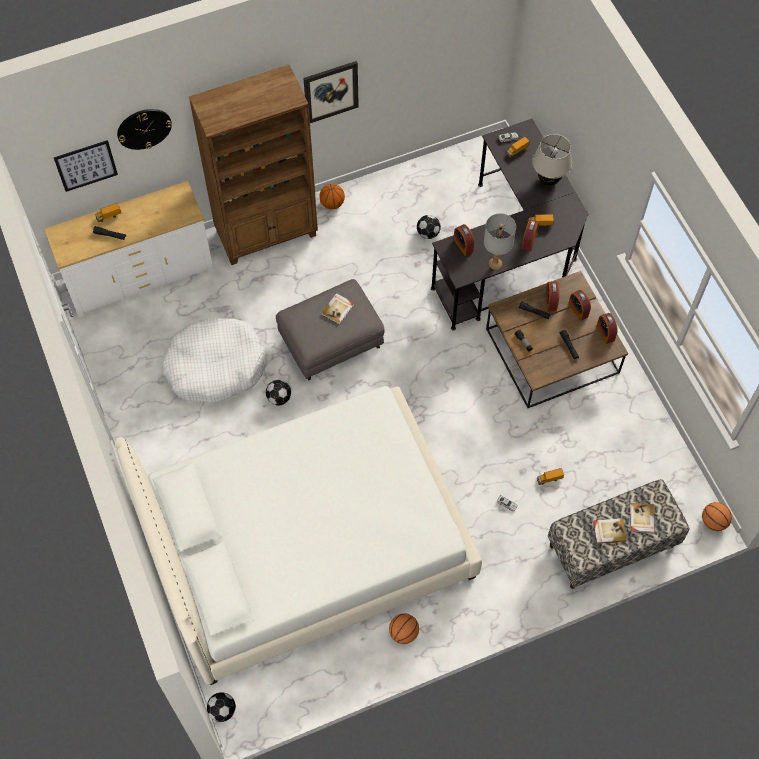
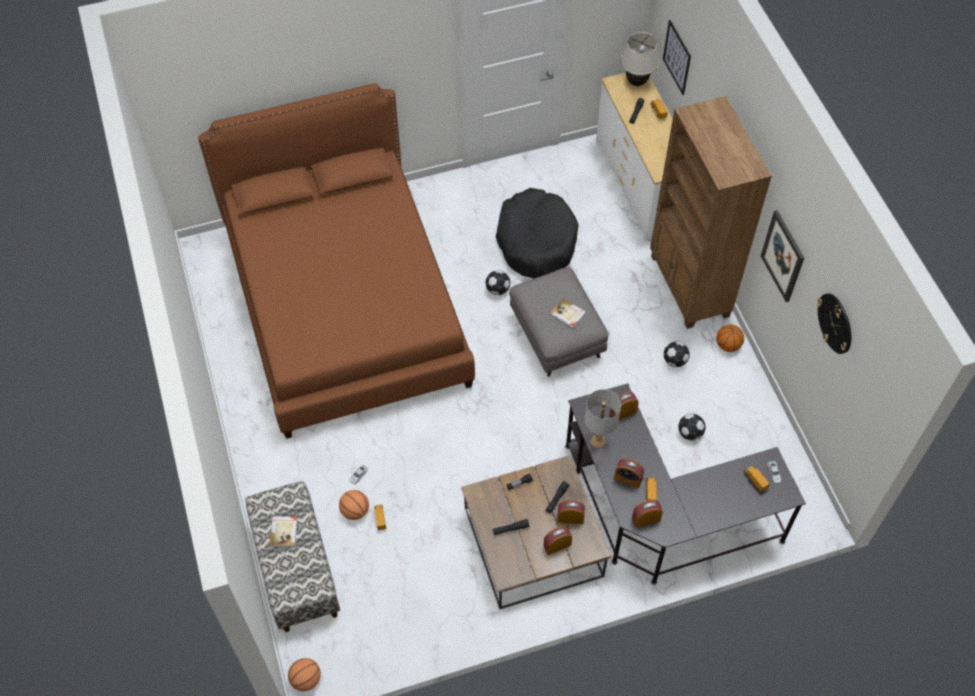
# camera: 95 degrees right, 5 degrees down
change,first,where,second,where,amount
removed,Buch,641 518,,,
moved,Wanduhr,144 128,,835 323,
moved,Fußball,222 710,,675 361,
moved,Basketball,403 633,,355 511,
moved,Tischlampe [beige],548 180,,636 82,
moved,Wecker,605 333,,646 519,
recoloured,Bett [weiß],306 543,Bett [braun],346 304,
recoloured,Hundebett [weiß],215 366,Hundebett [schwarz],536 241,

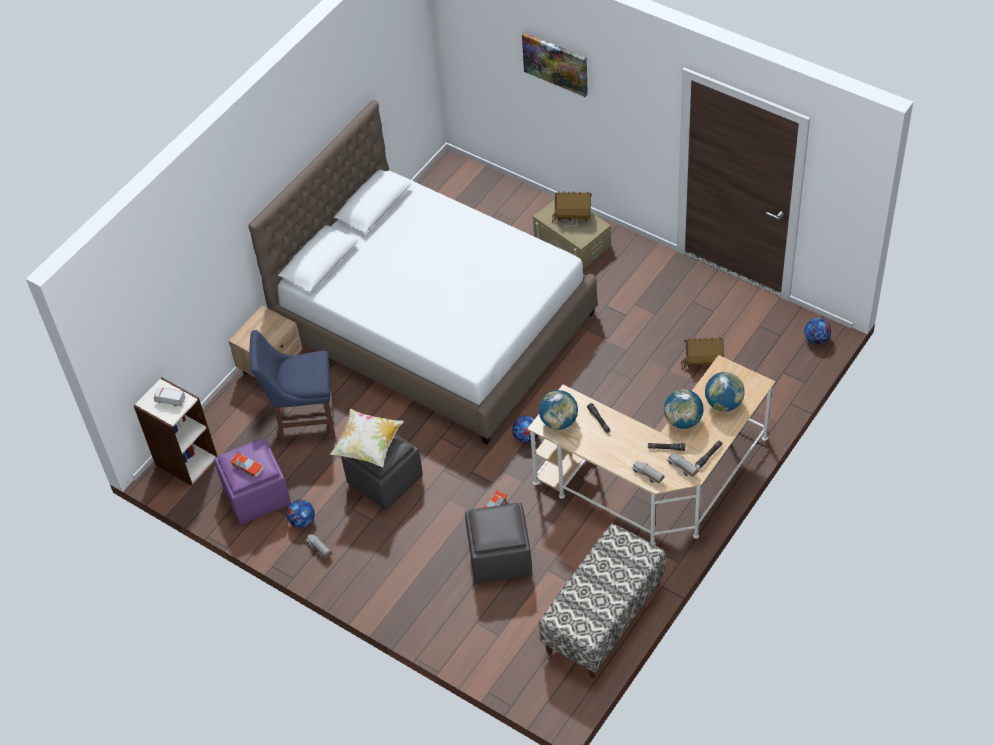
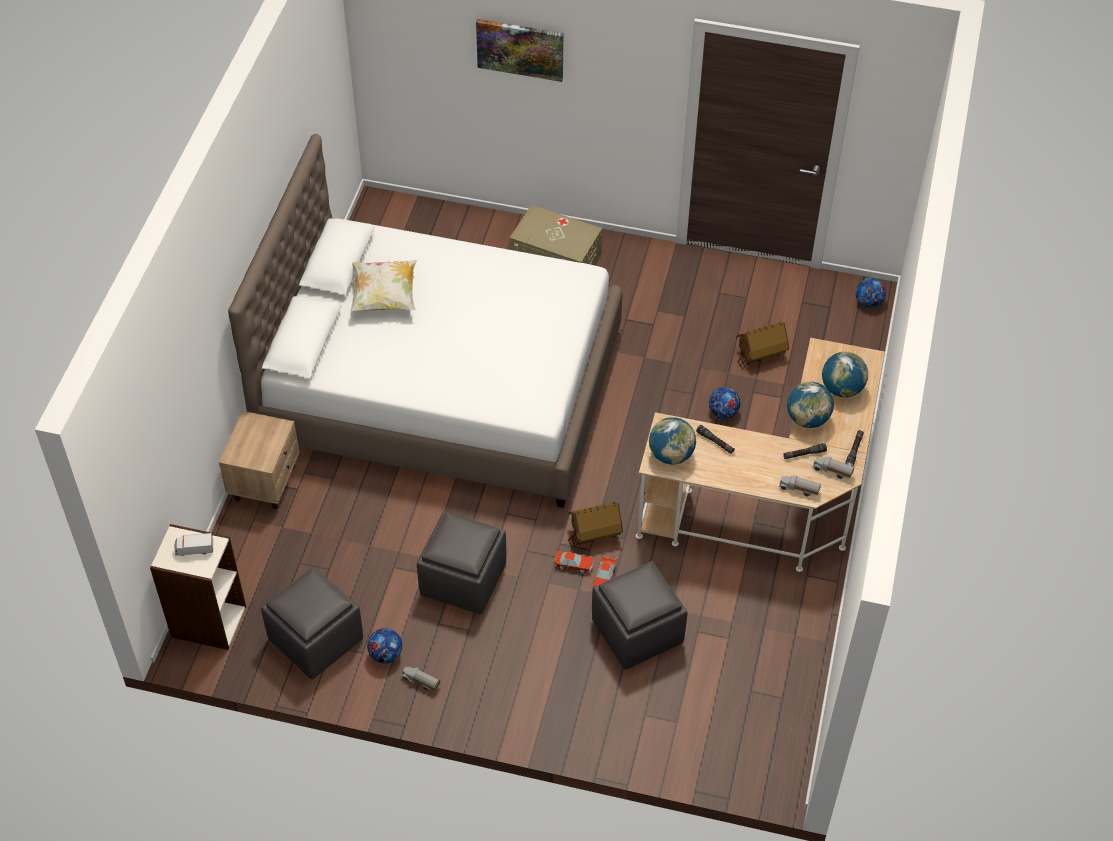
# camera: 25 degrees left, 0 degrees up
change,first,where,second,where,amount
removed,Stuhl [blau],304 420,,,
removed,Bank,603 618,,,
moved,Spielzeugauto,247 468,,574 565,
moved,Kissen,368 446,,384 297,
moved,Fußball,526 437,,723 412,
moved,Spielzeughaus,573 216,,594 534,
recoloured,Polsterhocker [lila],256 495,Polsterhocker [grau],314 639,

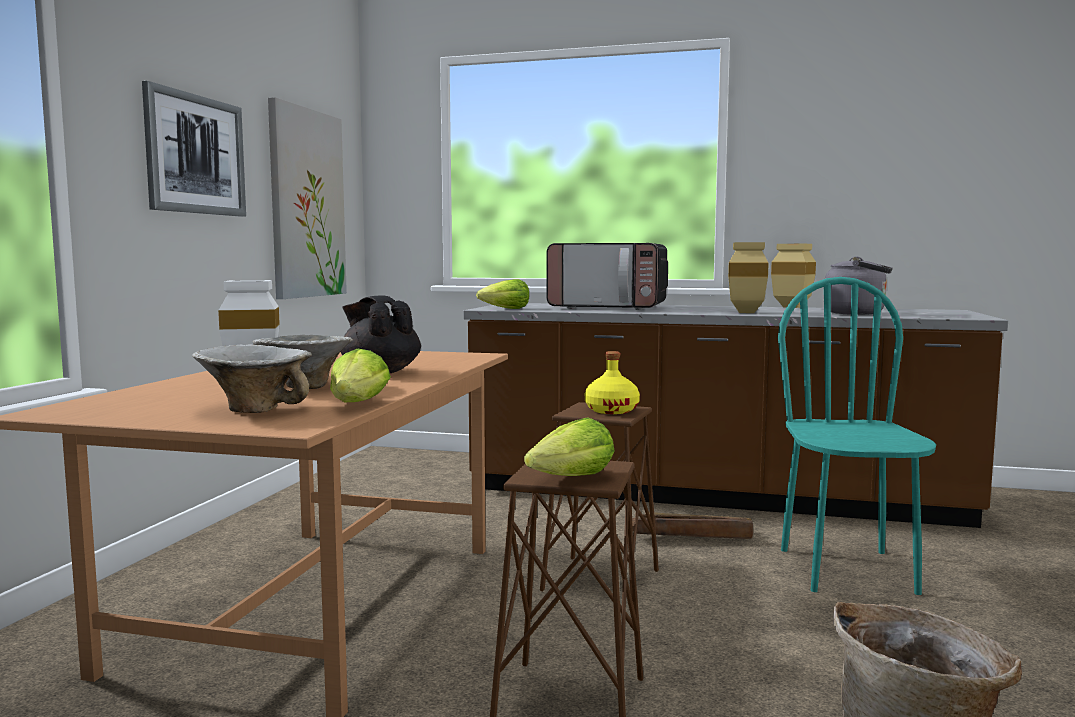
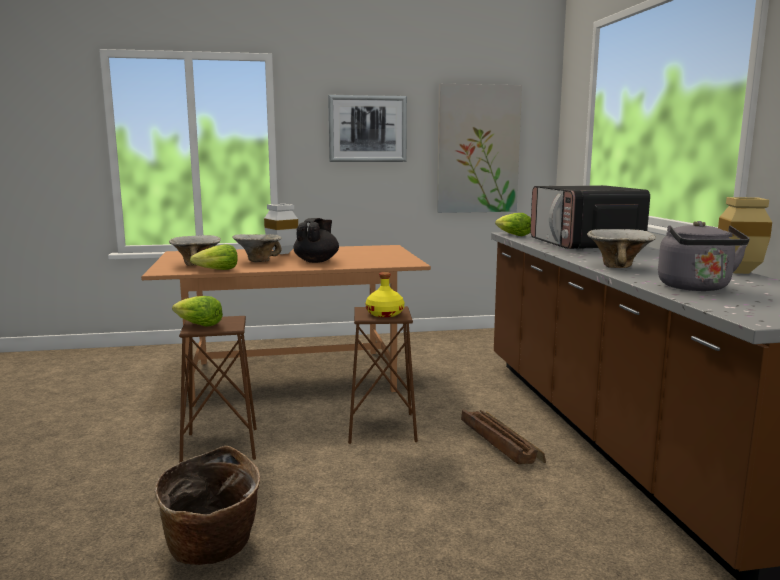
# camera: 65 degrees right, 5 degrees up
change,first,where,second,where,amount
removed,Stuhl [türkis],848 570,,,
replaced,Vase [beige],748 312,Schüssel,619 266,

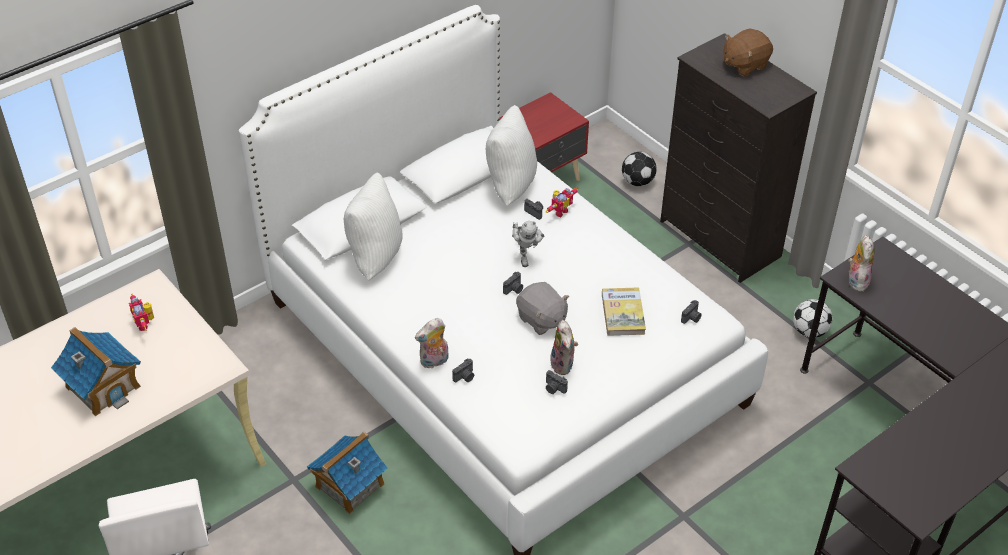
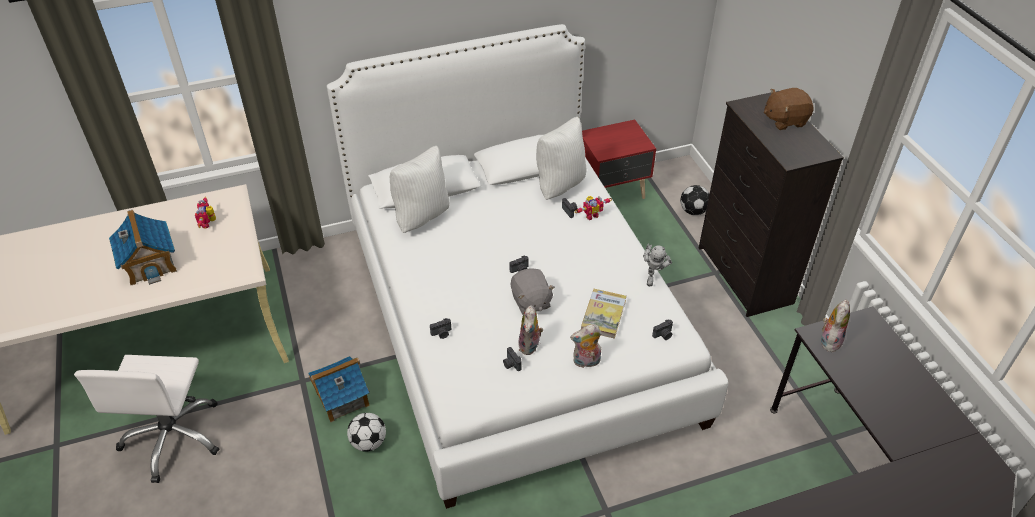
# camera: 20 degrees right, 0 degrees up
change,first,where,second,where,amount
moved,Plüschtier,434 362,,586 362,
moved,Spielzeugroboter,525 256,,653 276,
moved,Fußball,809 331,,368 442,

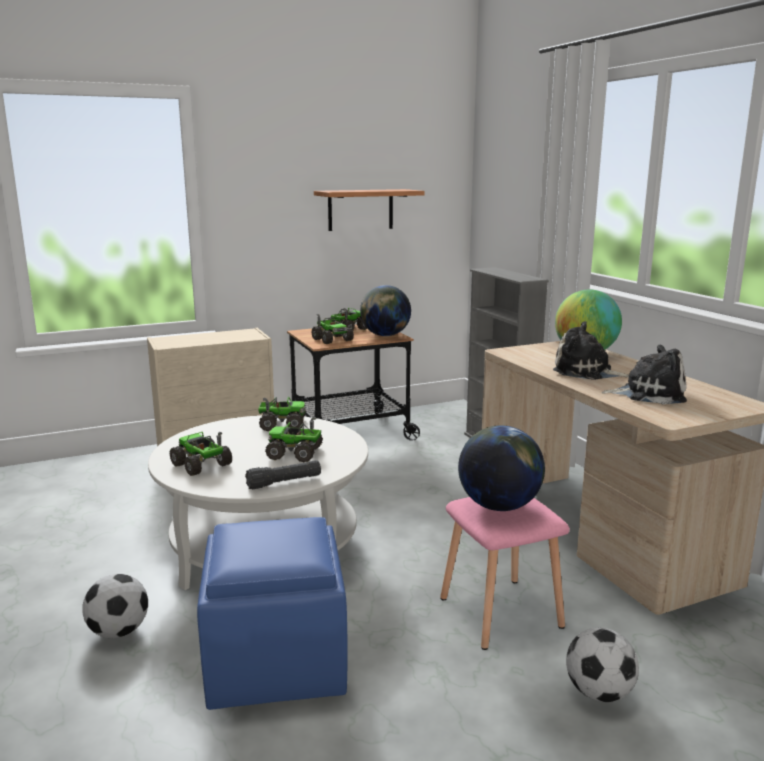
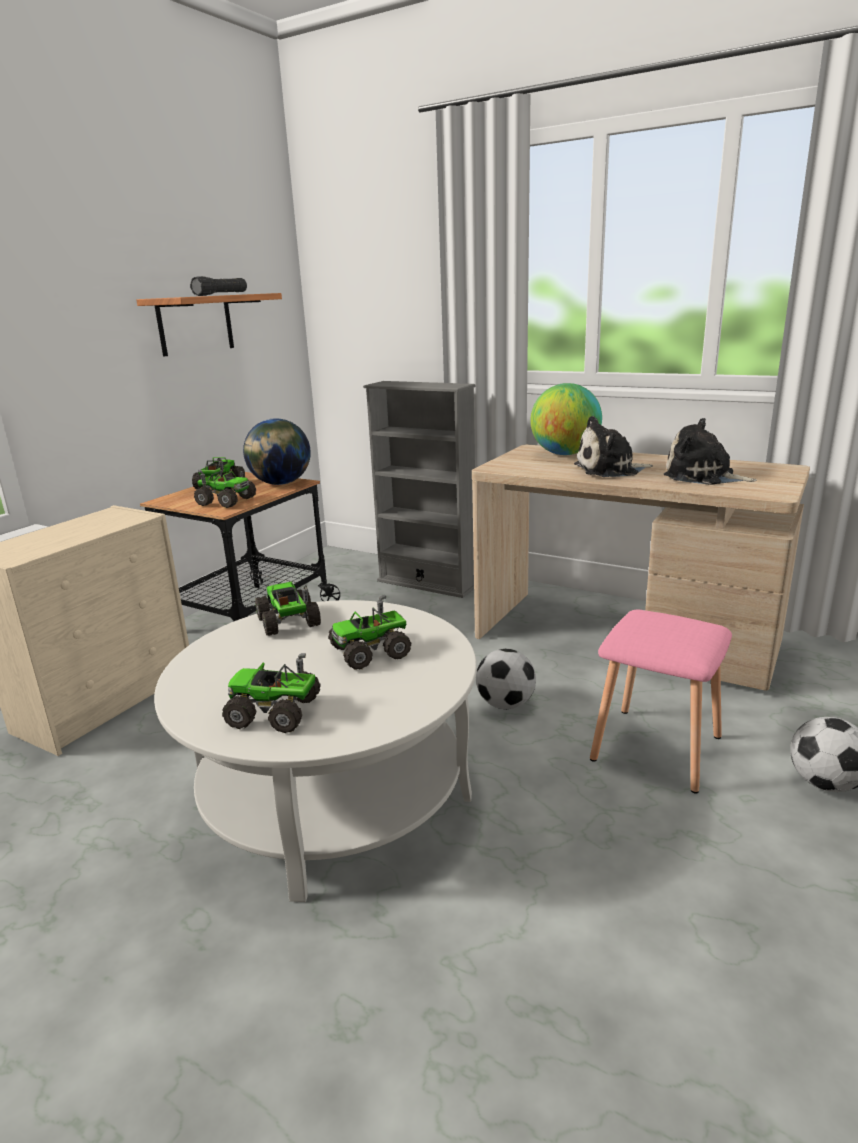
# camera: 35 degrees left, 5 degrees up
change,first,where,second,where,amount
removed,Polsterhocker [blau],275 663,,,
removed,Globus,499 506,,,
moved,Fußball,118 631,,505 704,
moved,Taschenlampe [schwarz],284 482,,221 295,
turned,Spielzeuglaster,282 424,,288 622,75 degrees counterclockwise
turned,Plüschtier,649 394,,703 477,120 degrees counterclockwise

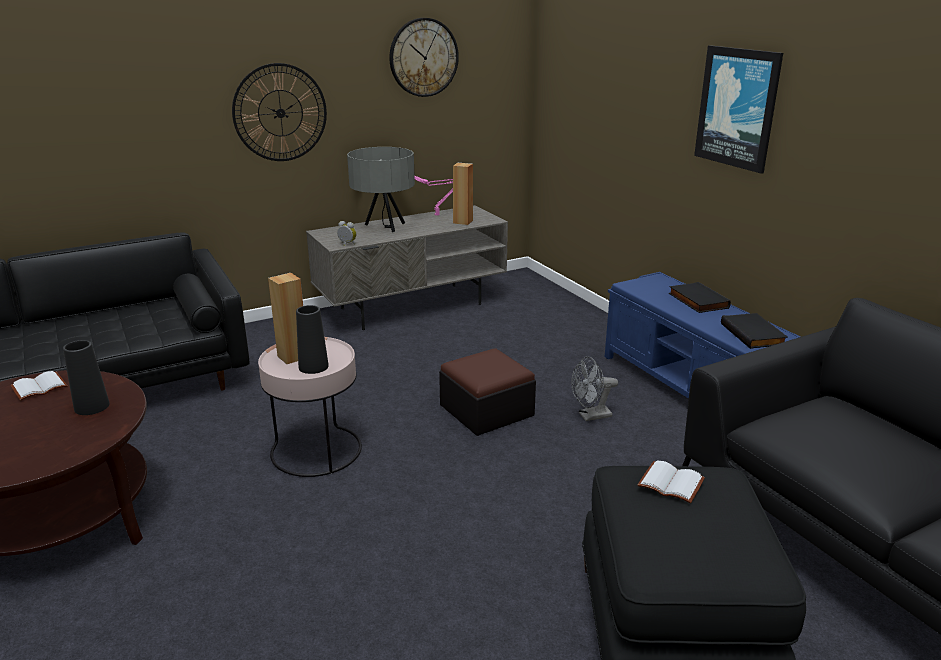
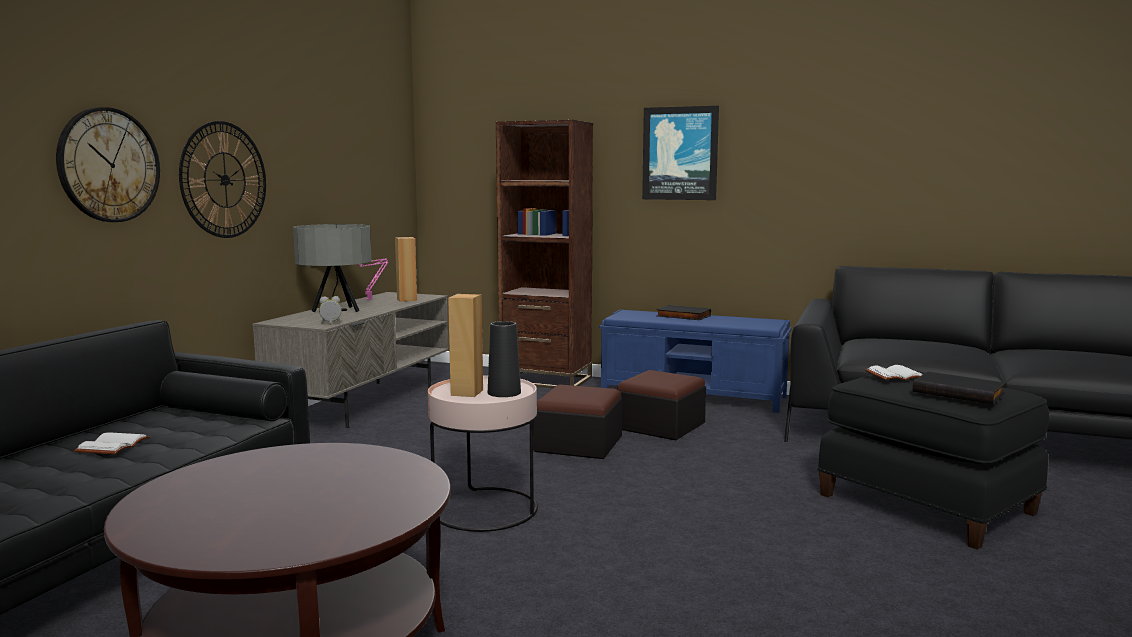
# camera: 40 degrees left, 15 degrees down
change,first,where,second,where,amount
removed,Vase [schwarz],92 406,,,
added,,,Bücherregal [braun],546 380,
moved,Buch [weiß],40 386,,112 445,
moved,Wanduhr,423 57,,109 165,
moved,Buch [schwarz],754 334,,959 392,
replaced,Ventilator [grau],590 416,Polsterhocker,660 426,

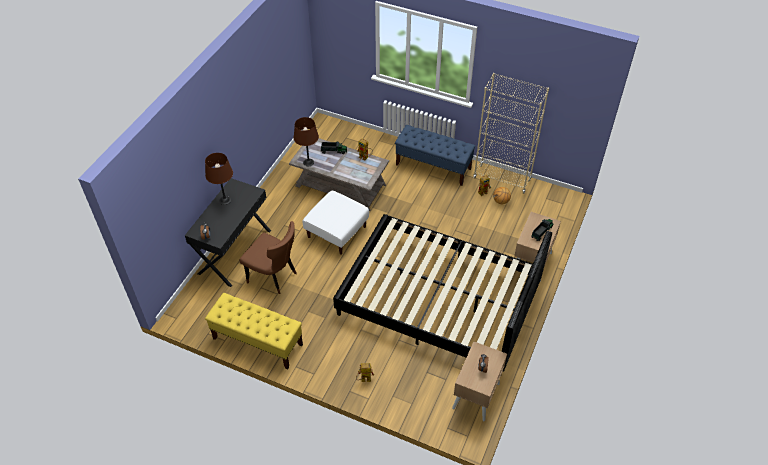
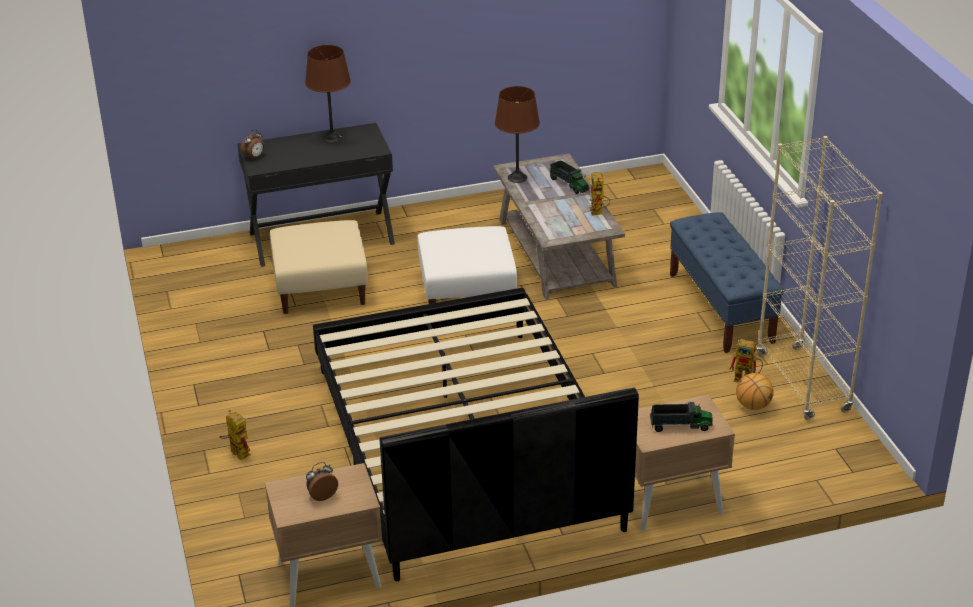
# camera: 50 degrees right, 15 degrees down
change,first,where,second,where,amount
removed,Bank [gelb],257 341,,,
replaced,Stuhl [braun],274 277,Polsterhocker [beige],320 288,

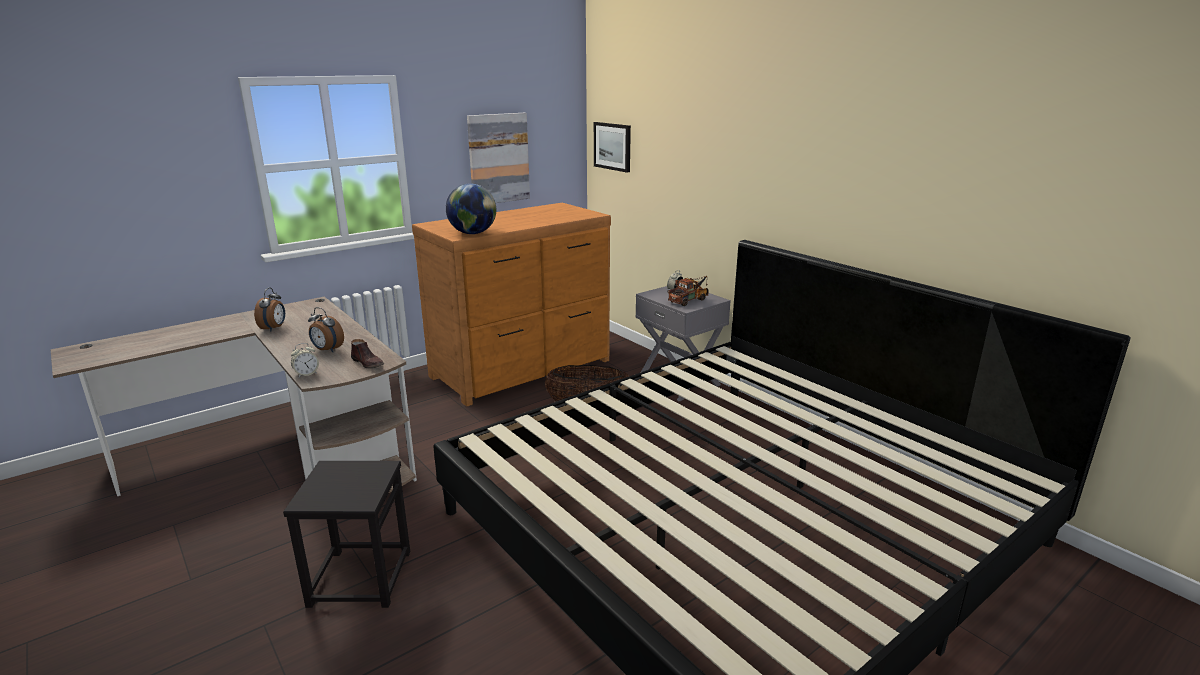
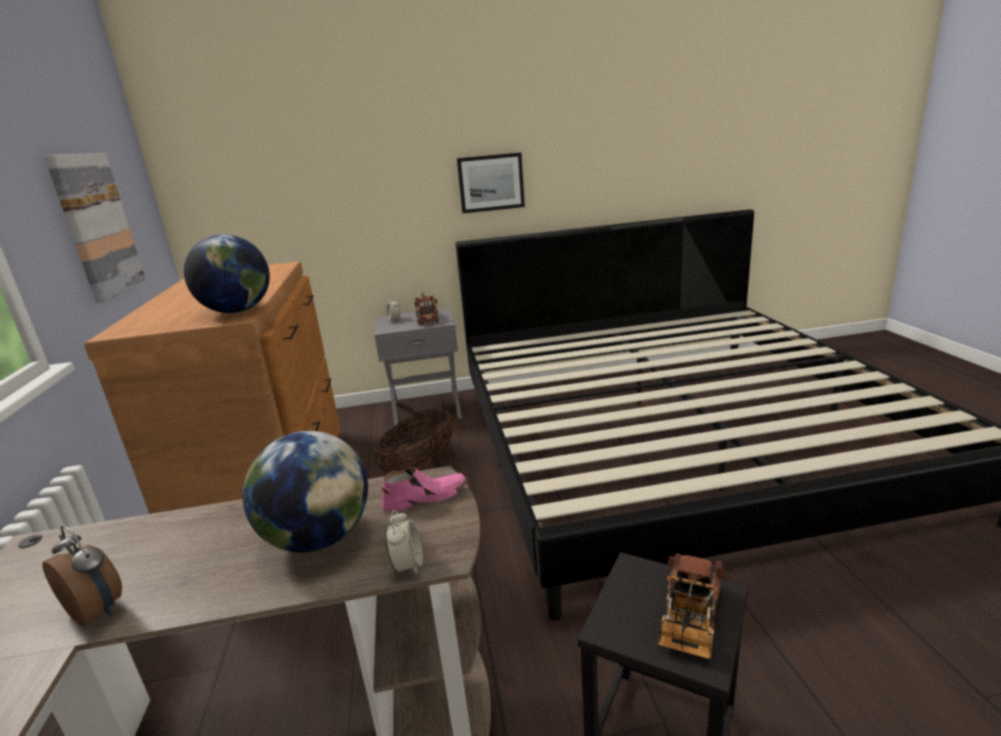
# camera: 60 degrees left, 0 degrees up
change,first,where,second,where,amount
added,,,Spielzeuglaster,689 624,
moved,Bild,612 146,,491 183,
replaced,Wecker,327 350,Globus,319 538,
recoloured,Schuh [braun],368 363,Schuh [rosa],425 497,

